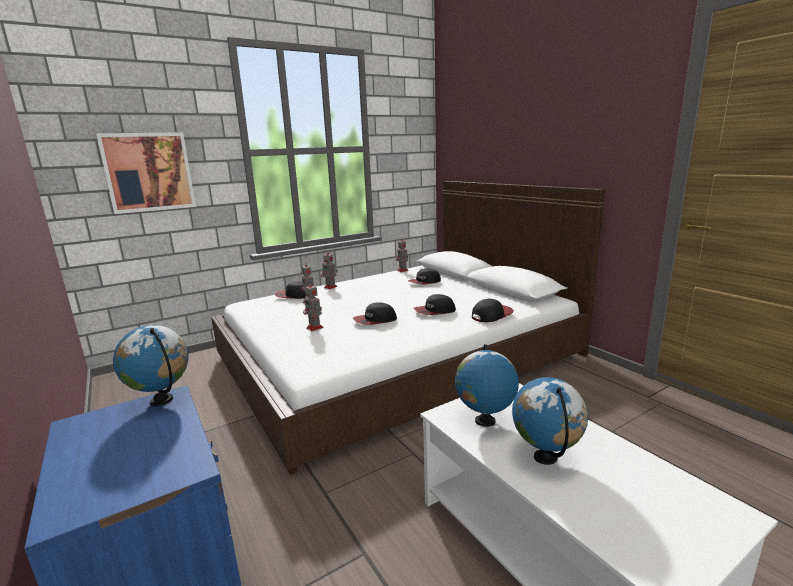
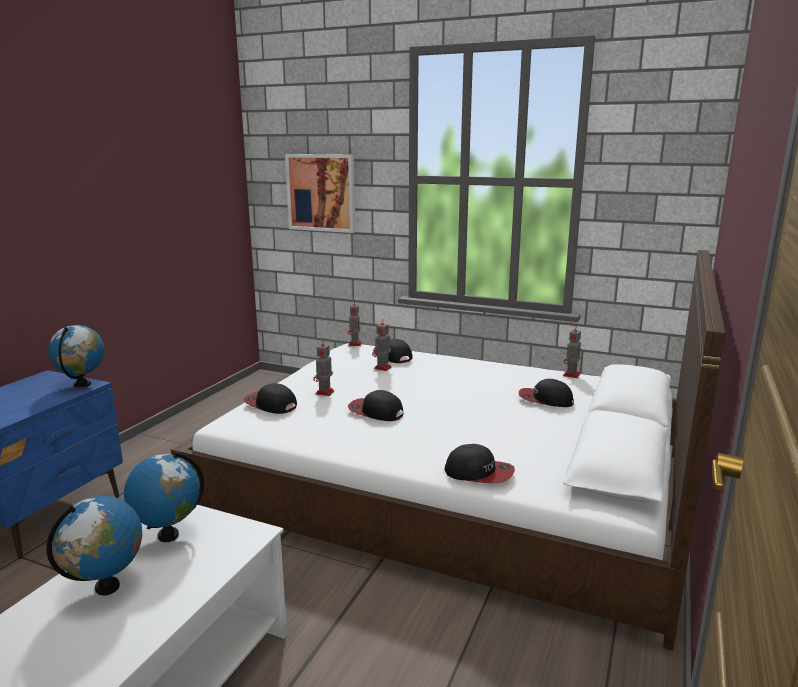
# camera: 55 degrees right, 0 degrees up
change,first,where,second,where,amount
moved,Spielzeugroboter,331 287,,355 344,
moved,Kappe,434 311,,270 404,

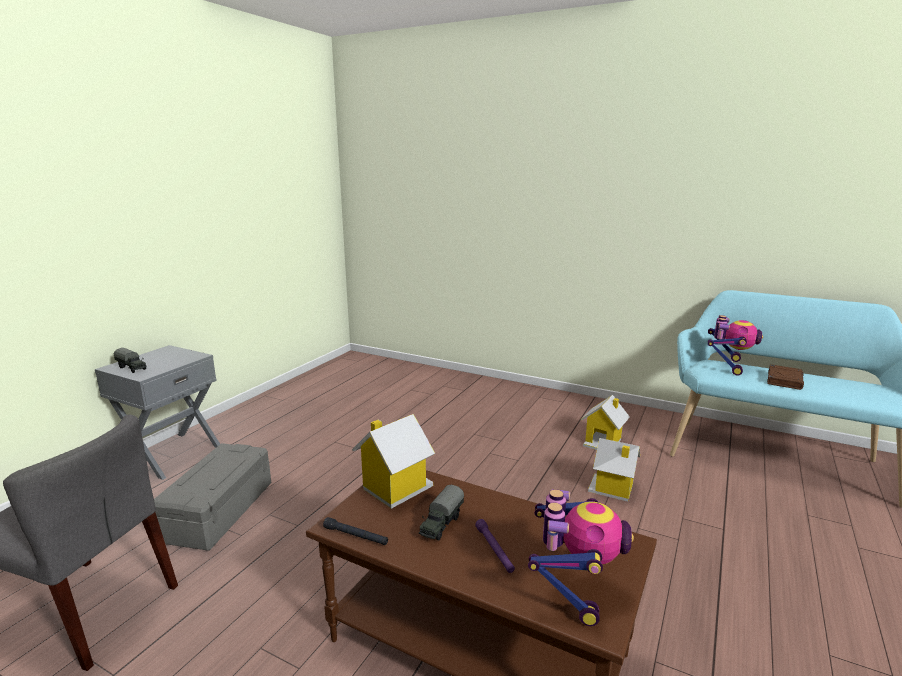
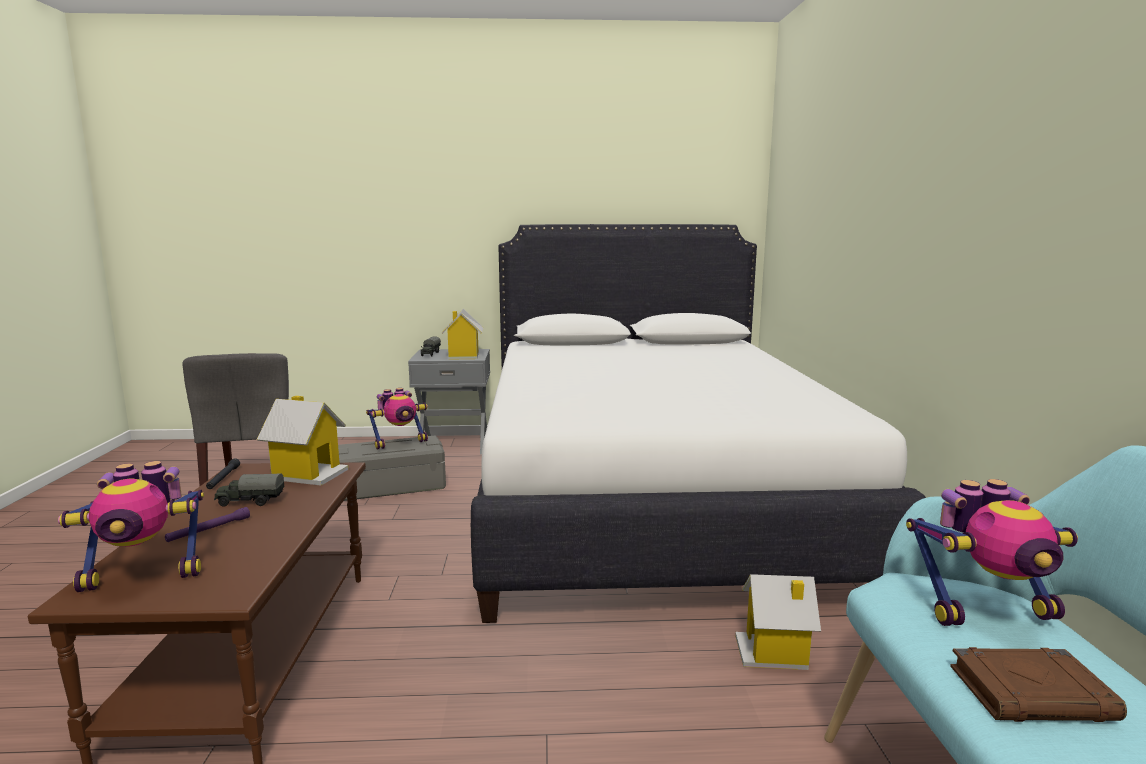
# camera: 60 degrees right, 5 degrees down
change,first,where,second,where,amount
added,,,Spielzeugroboter,400 443,
added,,,Bett [weiß],648 498,
moved,Spielzeughaus,613 489,,463 356,

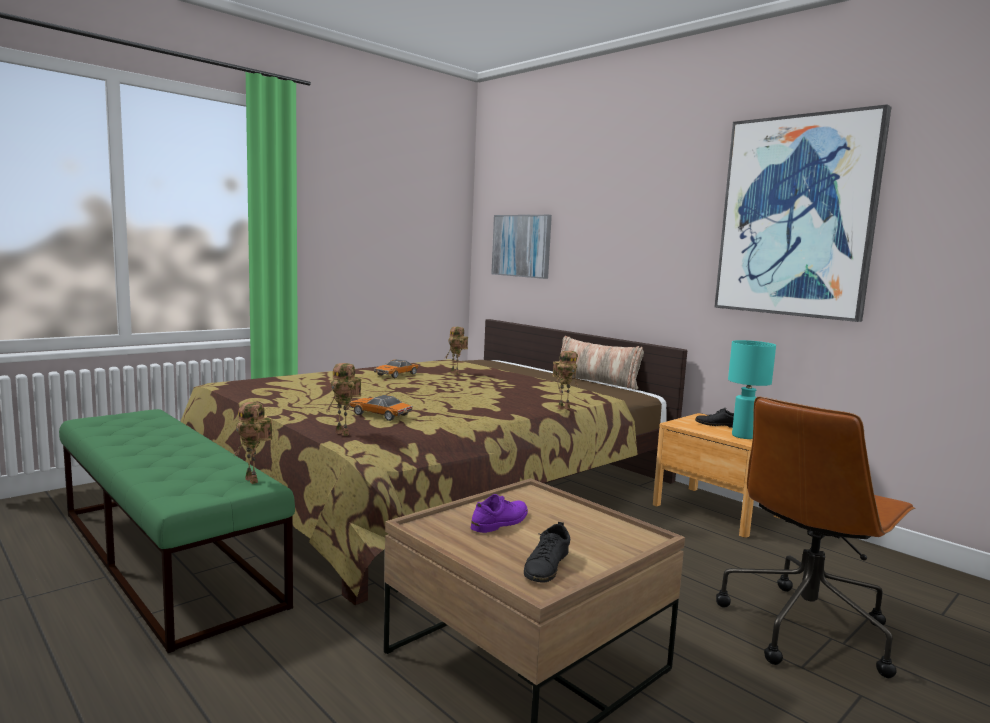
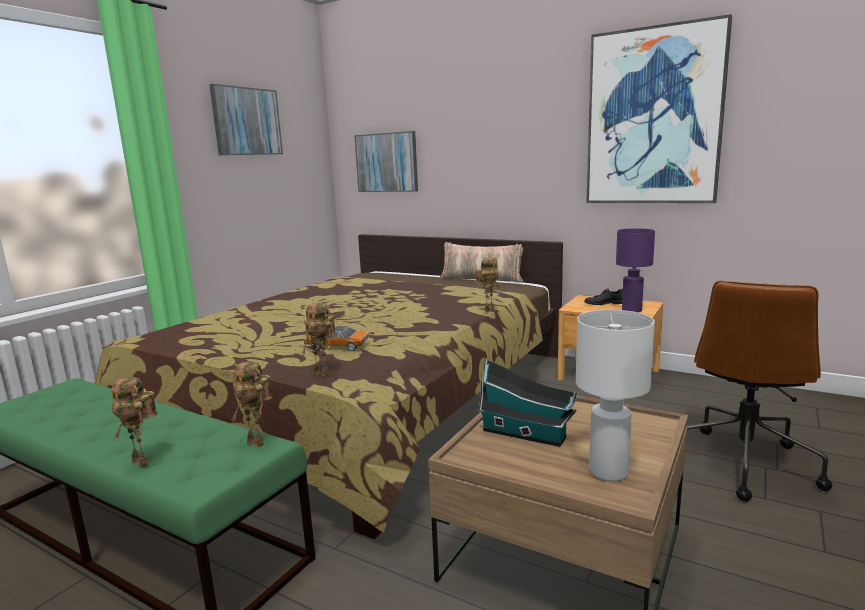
# camera: 15 degrees left, 5 degrees up
change,first,where,second,where,amount
removed,Spielzeugauto,396 375,,,
added,,,Bild,246 121,
moved,Spielzeugroboter,456 373,,143 462,
replaced,Schuh [lila],500 522,Spielzeughaus,527 434,
replaced,Schuh [schwarz],546 566,Tischlampe [weiß],609 471,
recoloured,Tischlampe [türkis],742 436,Tischlampe [lila],631 310,

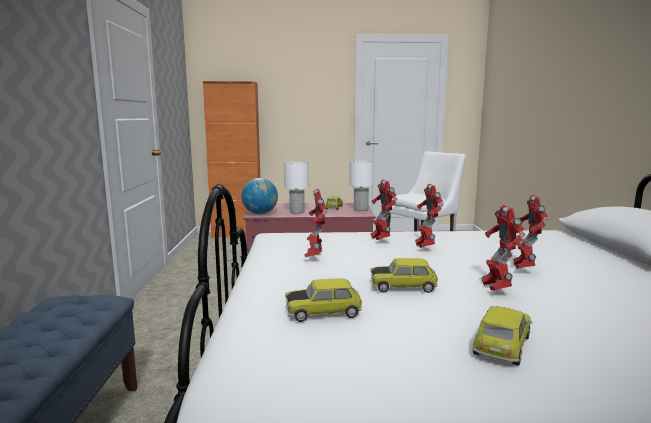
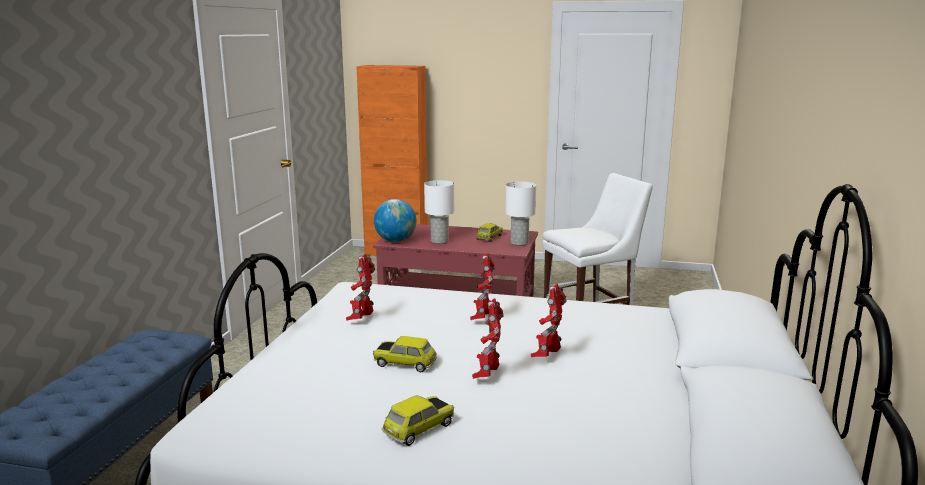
# camera: 15 degrees right, 5 degrees up
change,first,where,second,where,amount
removed,Spielzeugauto,323 312,,,
removed,Spielzeugroboter,380 239,,,

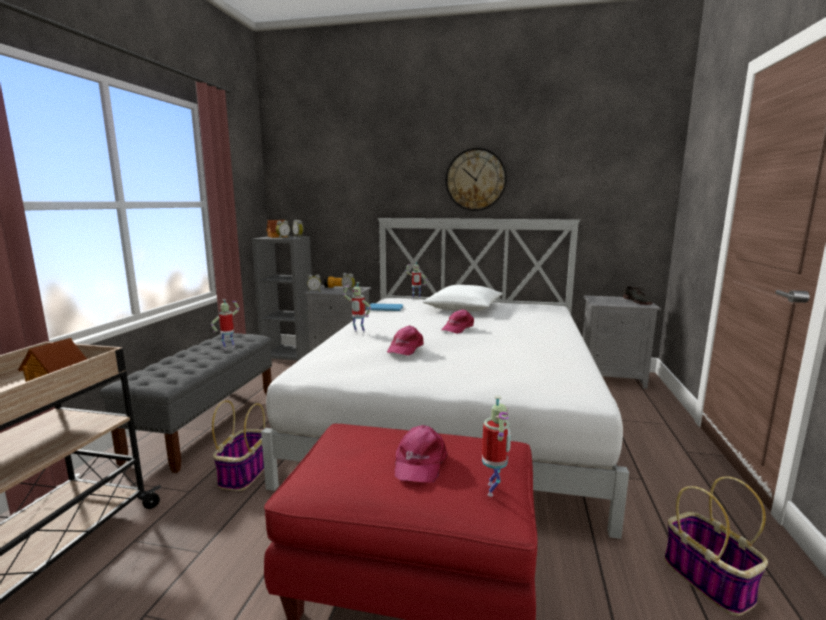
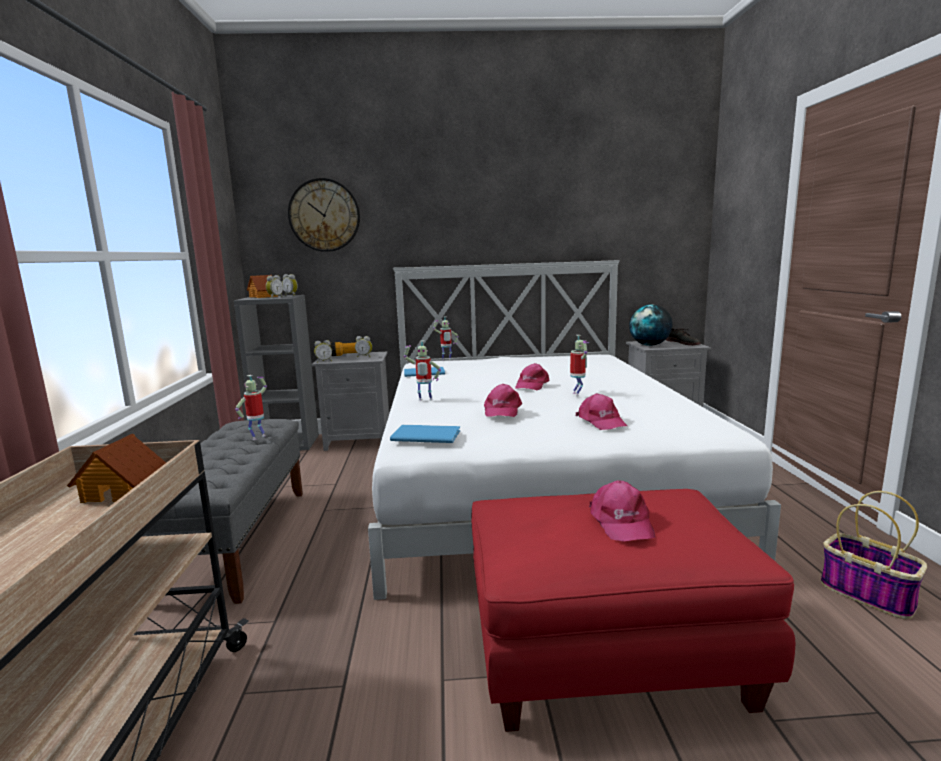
# camera: 15 degrees left, 0 degrees up
change,first,where,second,where,amount
removed,Korb,244 473,,,
removed,Kissen [weiß],463 307,,,
added,,,Buch [blau],425 435,
added,,,Kappe [rosa],601 421,
added,,,Globus,649 345,
moved,Wanduhr,475 179,,324 215,
moved,Spielzeugroboter,494 490,,578 394,

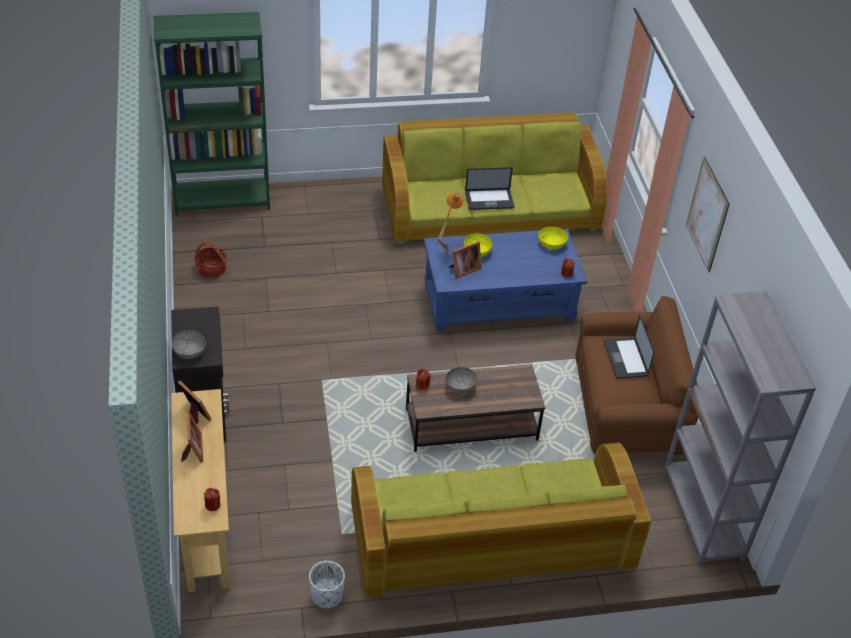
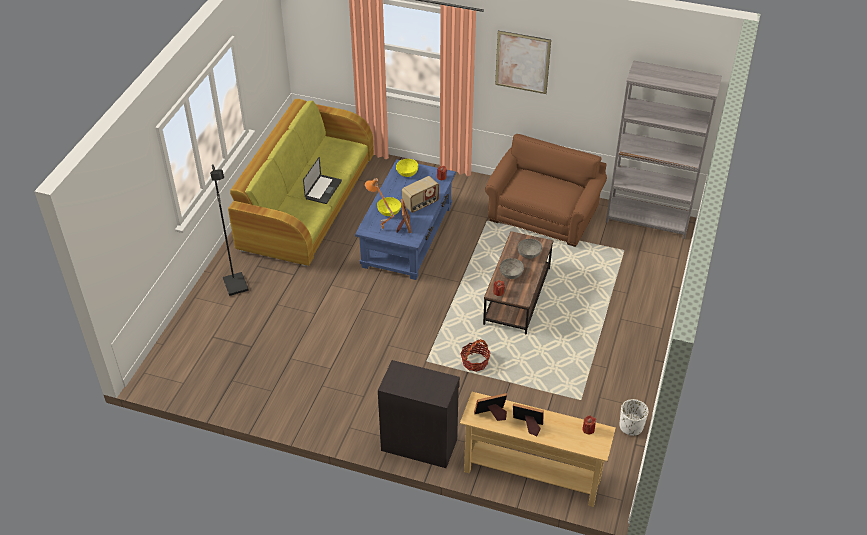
# camera: 60 degrees left, 0 degrees up
change,first,where,second,where,amount
removed,Bücherregal [grün],222 200,,,
removed,Sofa [grün],490 540,,,
removed,Laptop,625 358,,,
added,,,Stehlampe [schwarz],236 285,
added,,,Radio,420 204,
moved,Schüssel [grau],189 351,,529 253,
moved,Korb,211 268,,475 362,

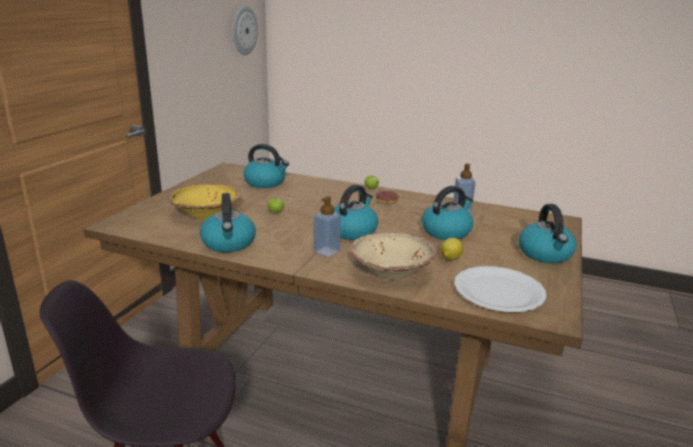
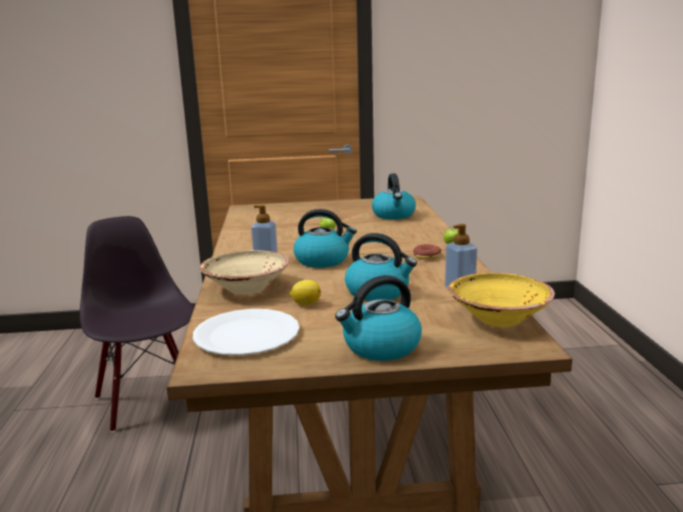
# camera: 65 degrees right, 5 degrees down
change,first,where,second,where,amount
removed,Wasserkessel,229 243,,,
removed,Wanduhr,244 30,,,
moved,Schüssel [gelb],206 215,,499 319,

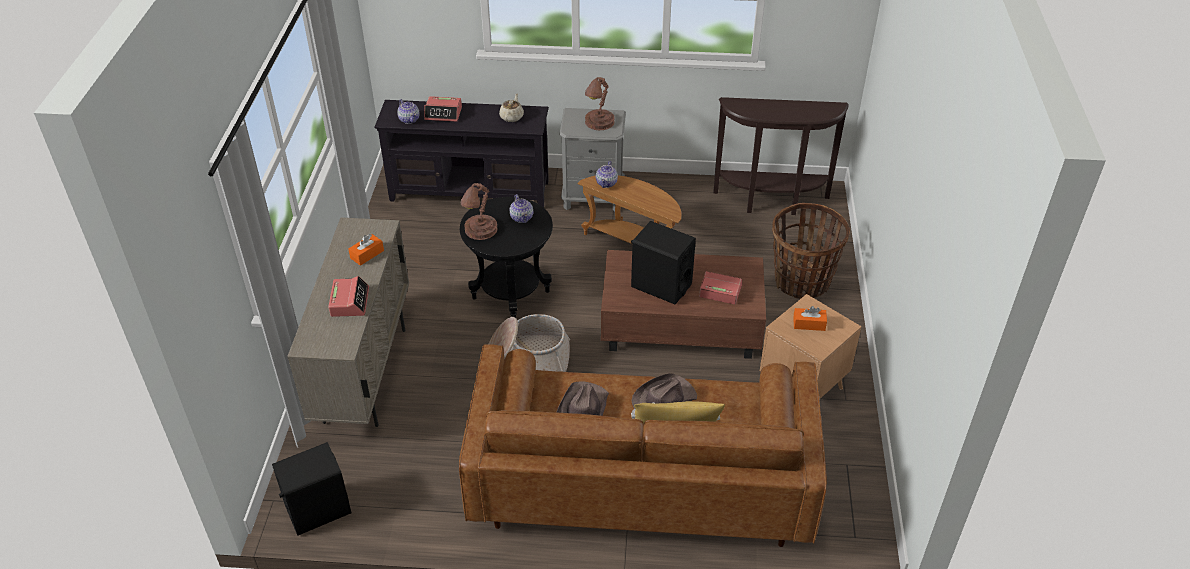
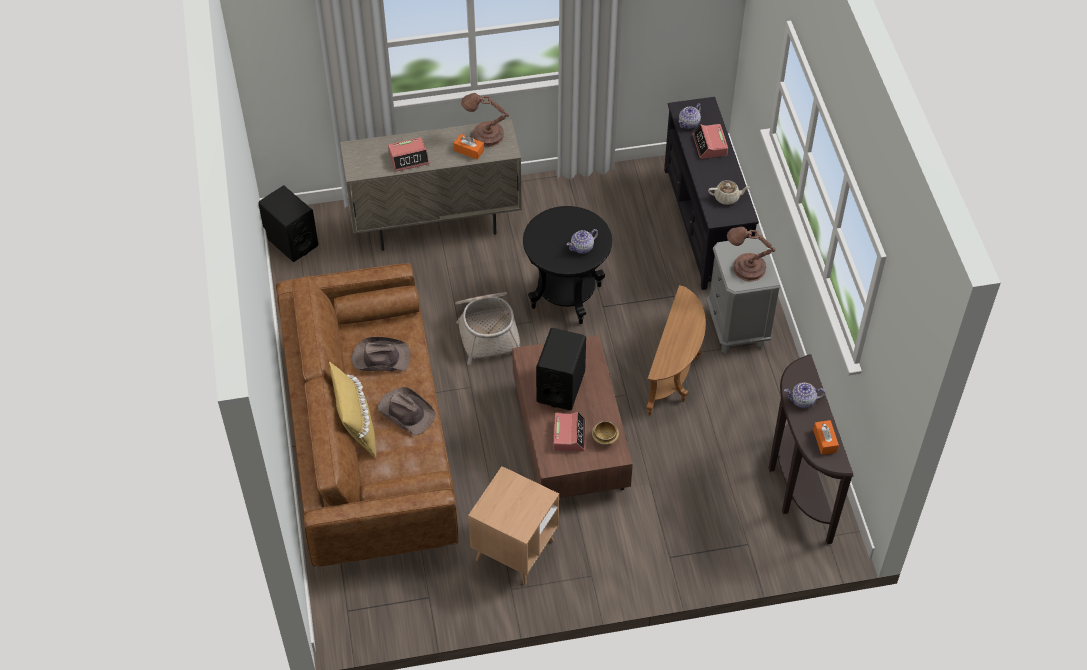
# camera: 75 degrees right, 10 degrees up
change,first,where,second,where,amount
removed,Korb,801 282,,,
added,,,Schüssel,605 438,
moved,Tischlampe [braun],480 231,,485 136,
moved,Teekanne,607 183,,803 401,
moved,Taschentuchbox [orange],809 324,,825 441,

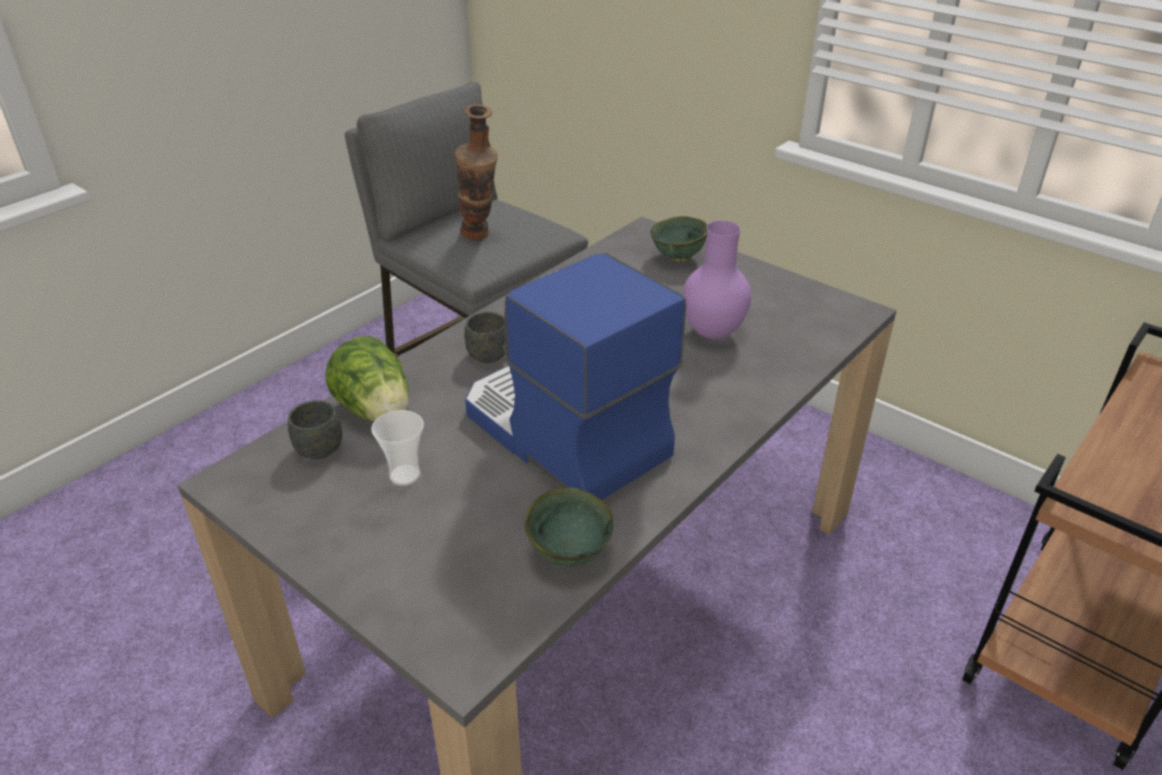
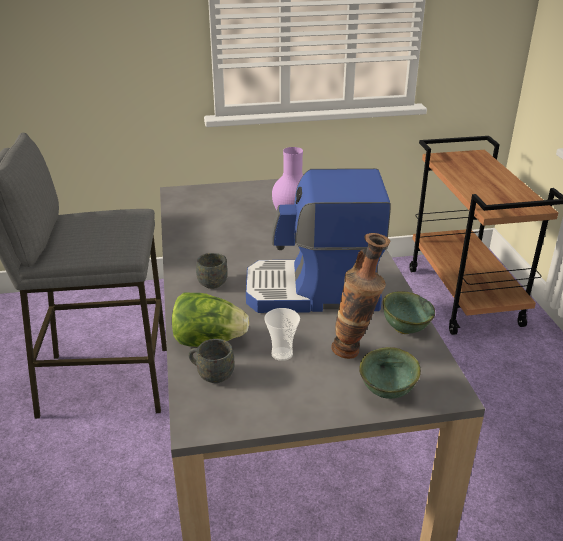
# camera: 50 degrees left, 5 degrees down
change,first,where,second,where,amount
moved,Vase,480 238,,355 352,
moved,Schüssel [grün],678 258,,388 392,

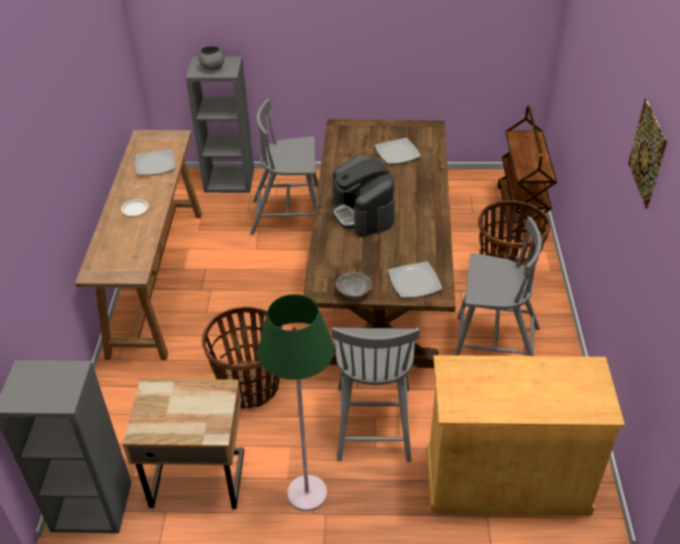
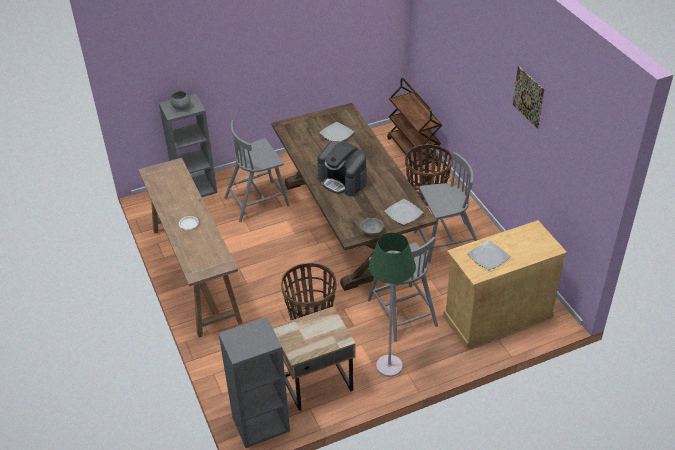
# camera: 25 degrees left, 0 degrees up
change,first,where,second,where,amount
moved,Teller,155 164,,488 257,

